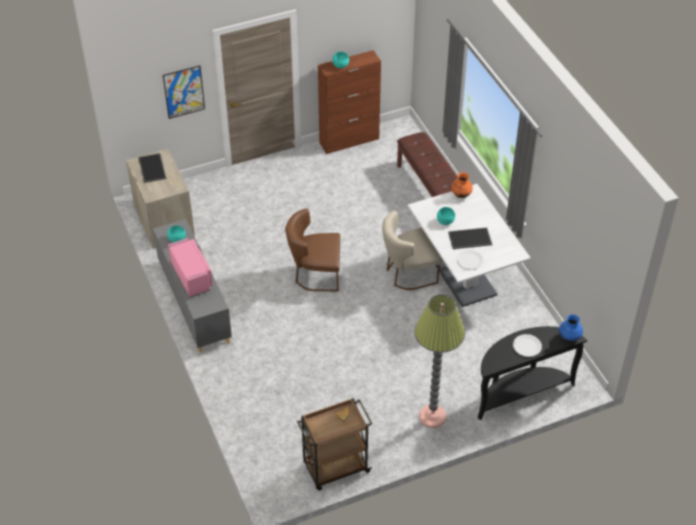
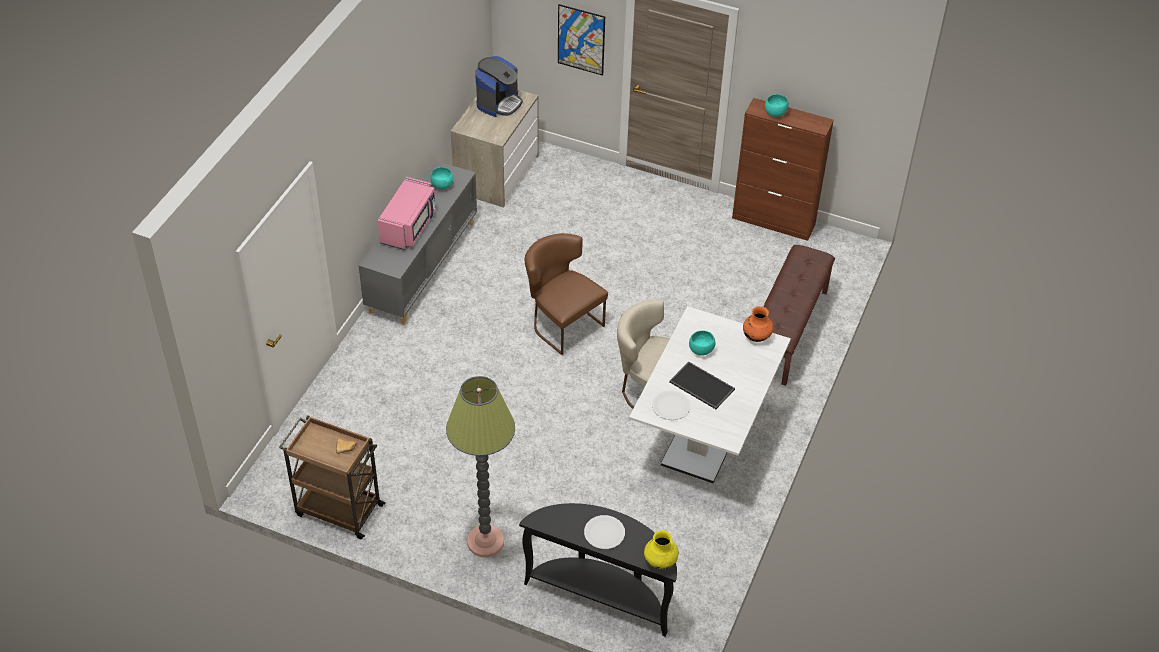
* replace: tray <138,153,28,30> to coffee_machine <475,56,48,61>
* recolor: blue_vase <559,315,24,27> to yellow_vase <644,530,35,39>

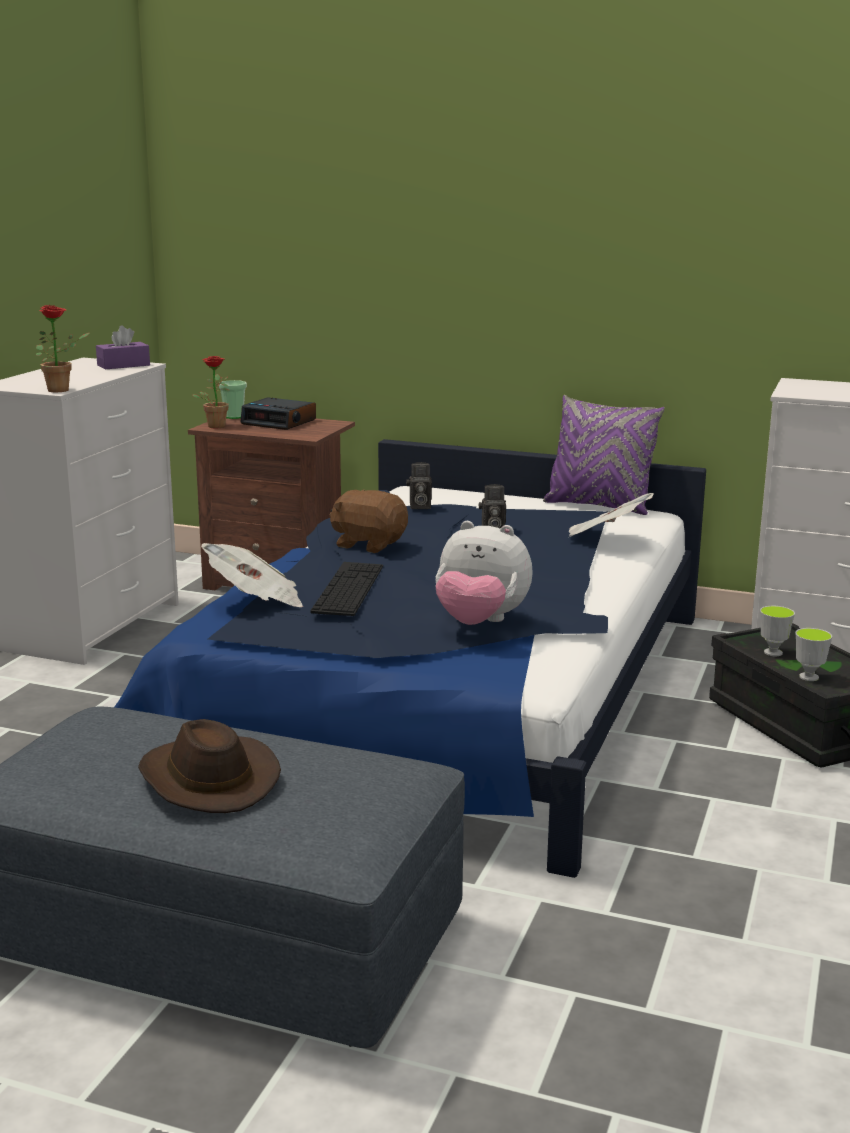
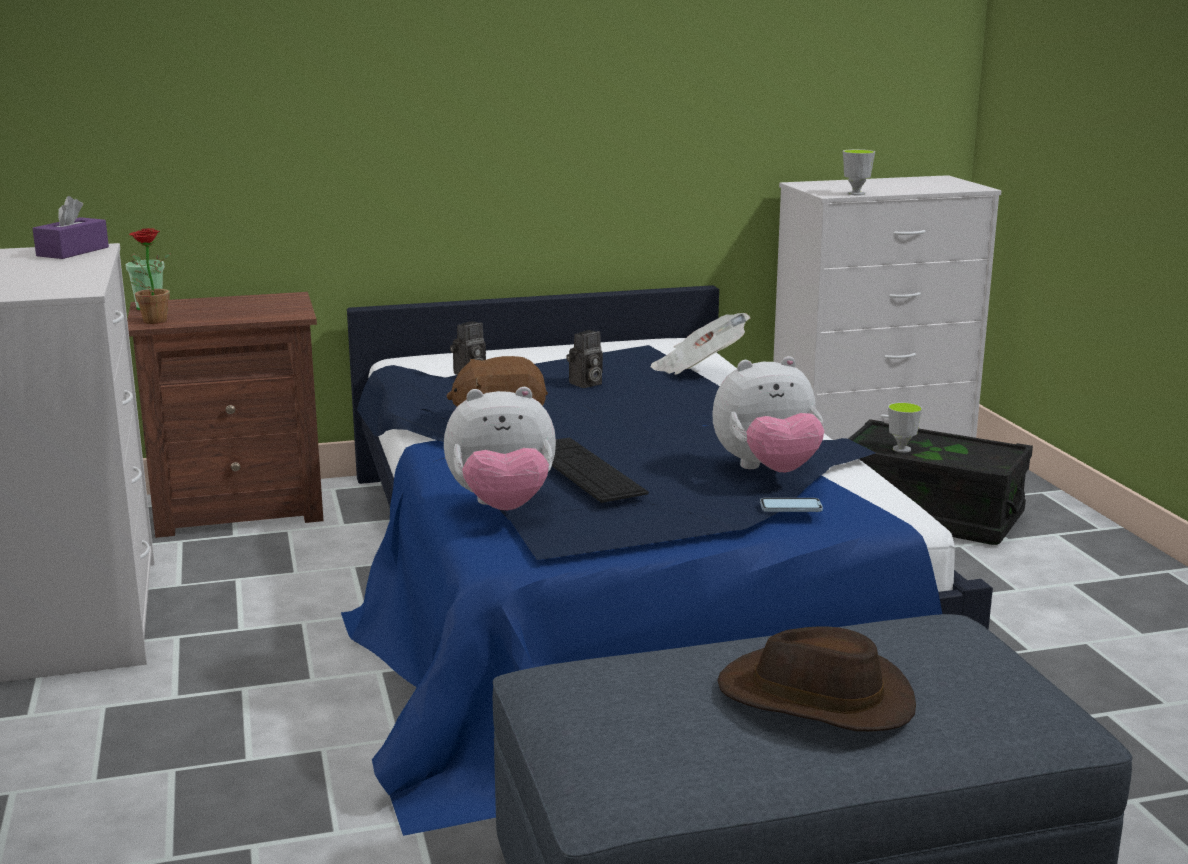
* delete: potted_plant <36,305,53,87>
* delete: purple_pillow <543,395,122,120>
* delete: alarm_clock <240,397,76,33>
* replace: newspaper <201,543,102,64> to plush_toy <444,387,112,123>
* move: cup <796,628,36,53> to <843,149,32,46>
* insert: phone <760,498,63,14>

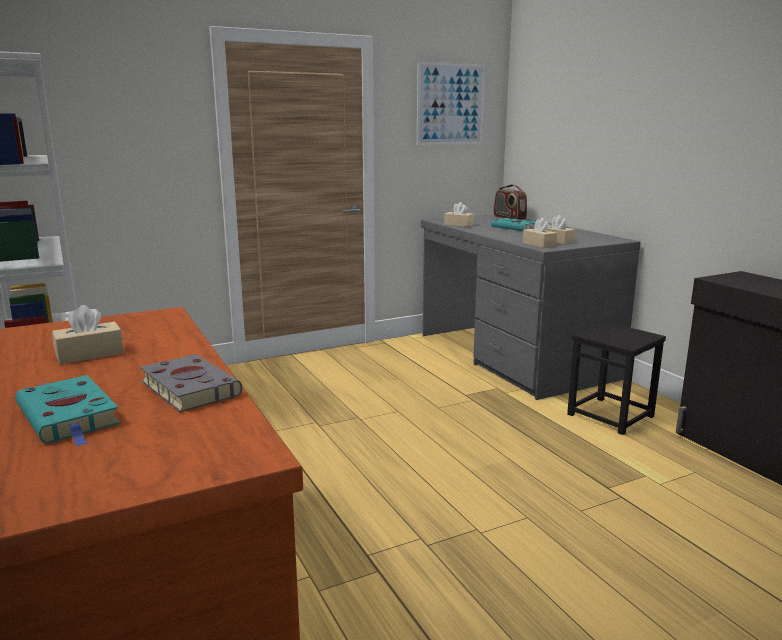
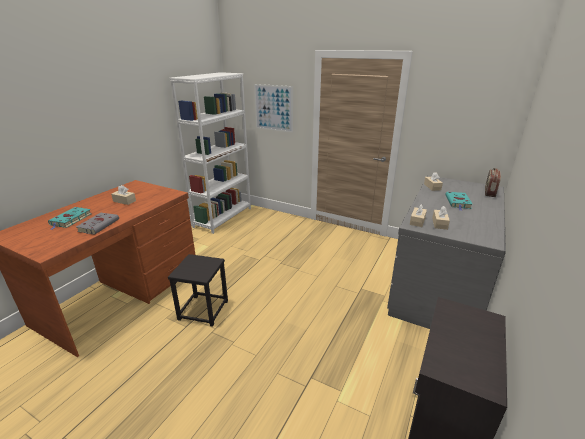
* move: picture <417,62,68,83> to <254,84,39,49>
* move: black_stool <567,322,99,113> to <168,254,60,73>

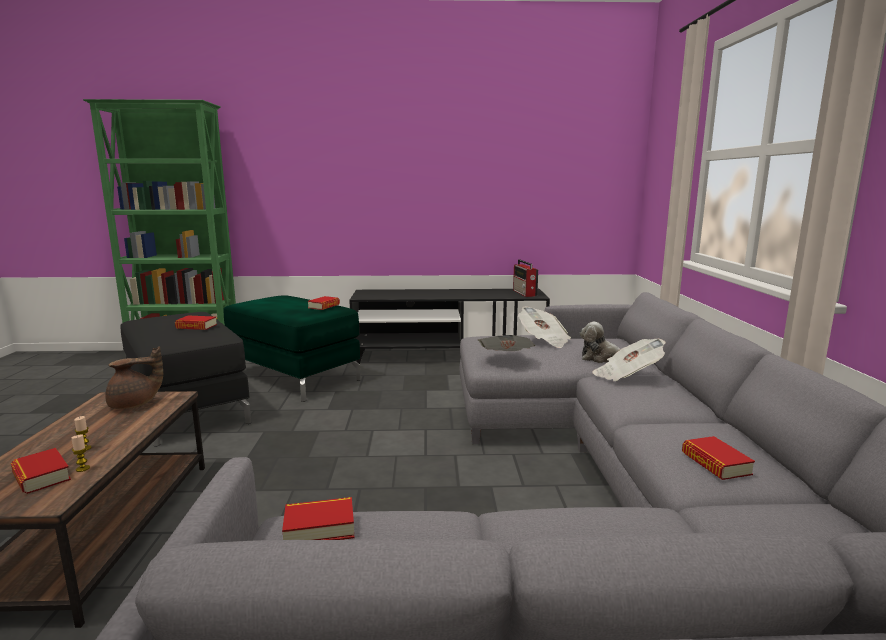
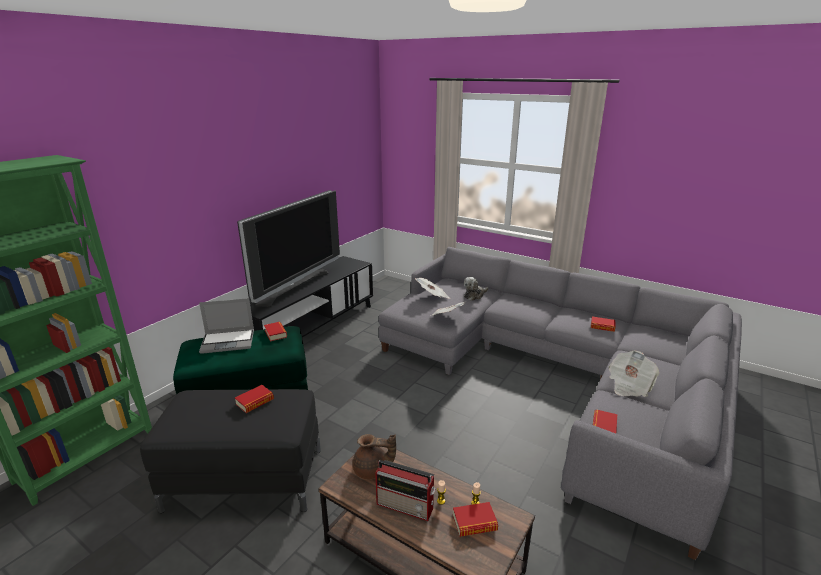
* move: radio <513,259,25,38> to <375,460,61,61>
* move: newspaper <593,339,73,42> to <608,351,51,46>
* rotate: brown_teapot <105,346,58,63> = <353,434,43,46> 90 degrees clockwise
* insert: television <237,190,103,117>
* insert: laptop <199,298,55,56>

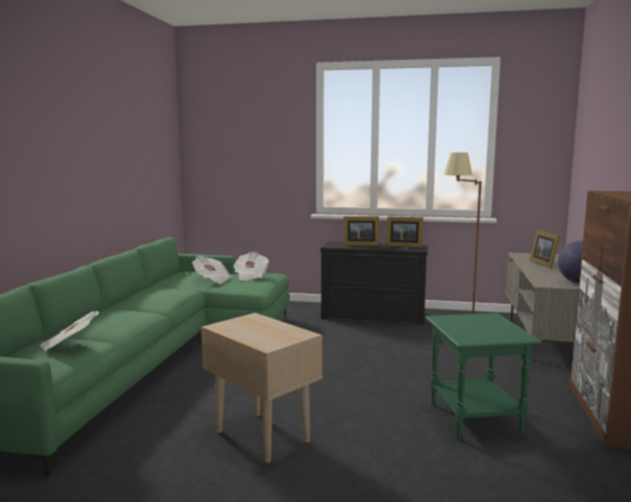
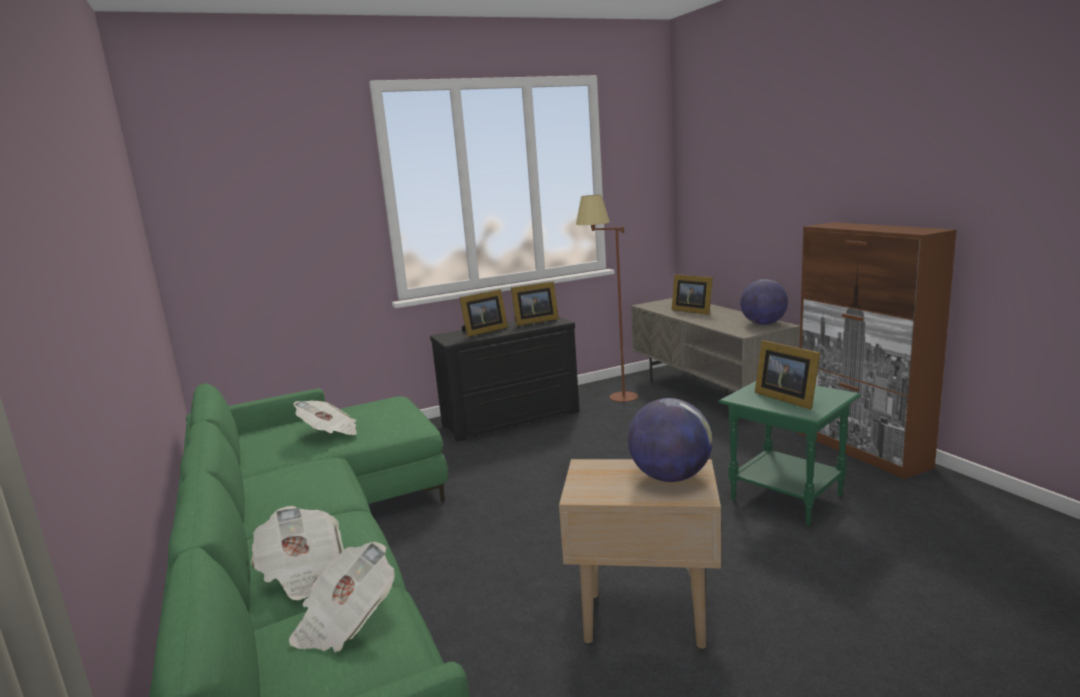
* move: newspaper <233,252,36,29> to <251,506,93,94>
* insert: picture_frame <755,340,65,70>
* insert: globe <628,398,84,84>

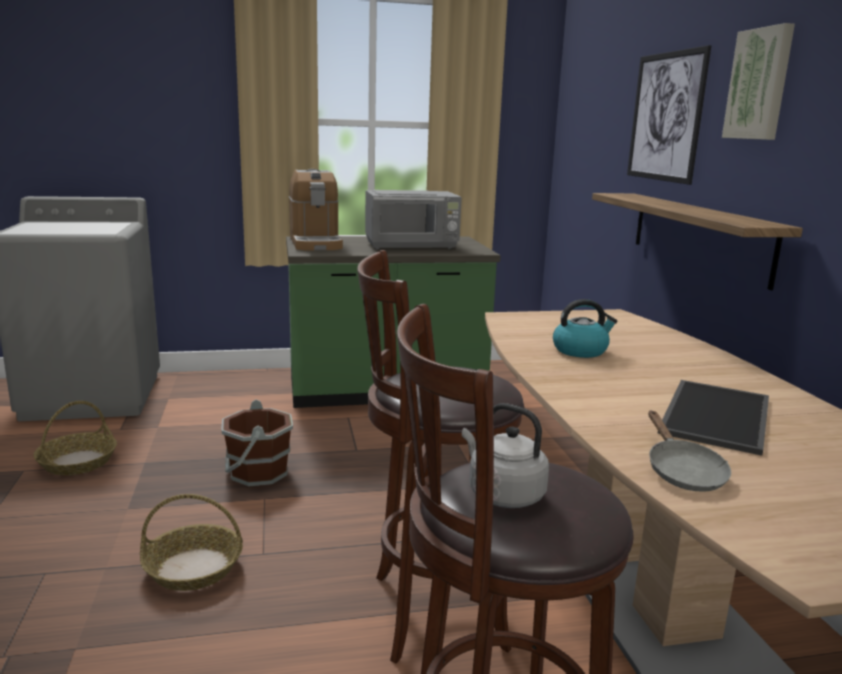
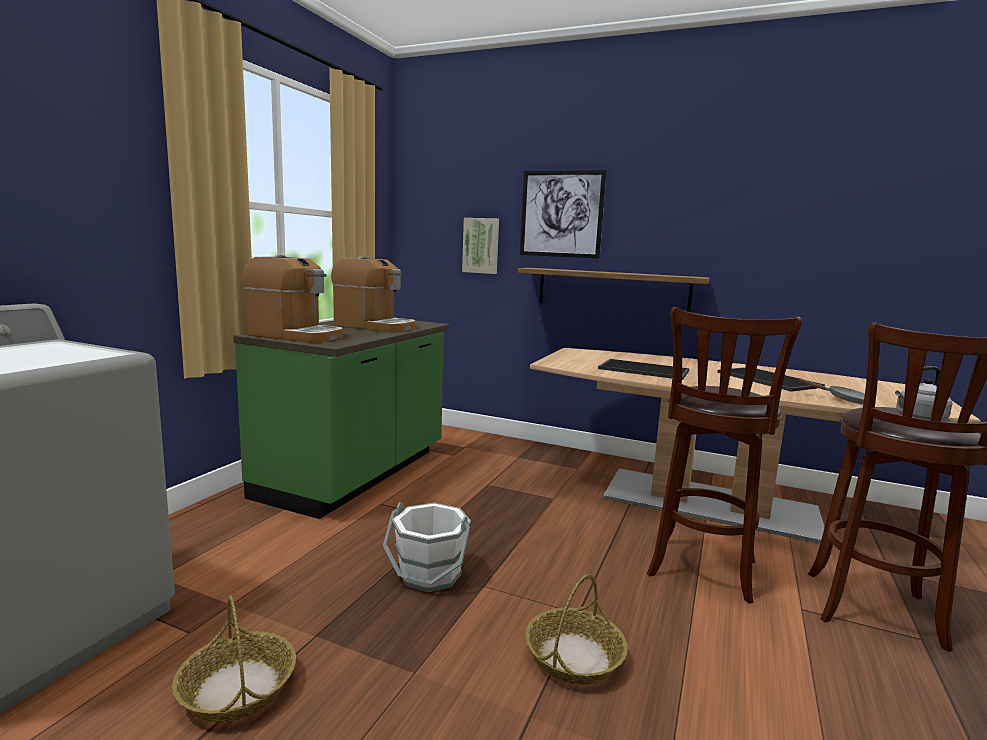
* move: picture <722,23,73,117> to <462,218,37,56>
* replace: grey_microwave <365,190,97,59> to coffee_machine <331,257,85,75>
* replace: kettle <553,299,64,59> to tray <598,359,91,21>
* recolor: brown_bucket <221,399,72,88> to white_bucket <383,502,88,91>

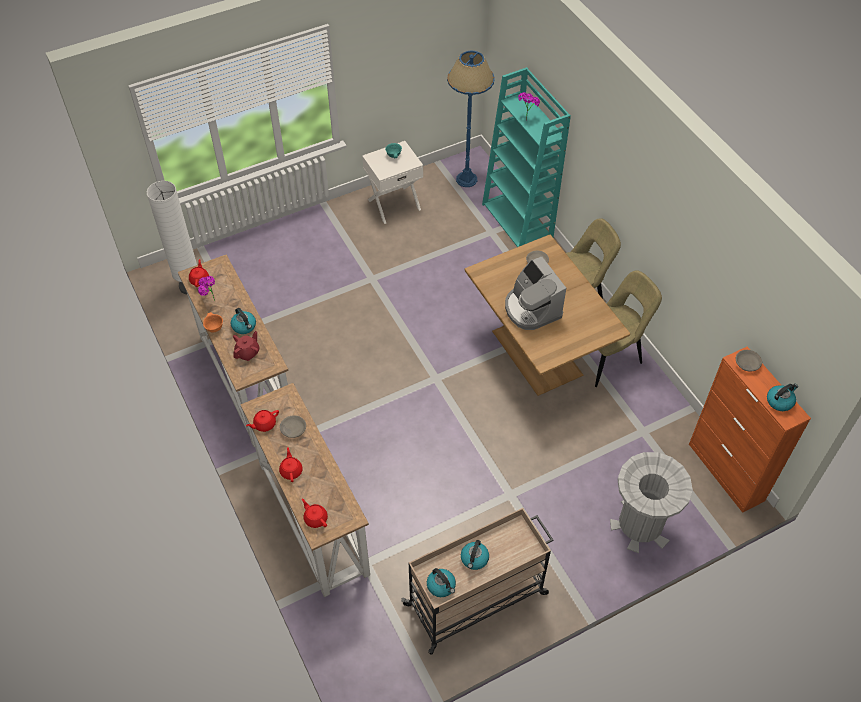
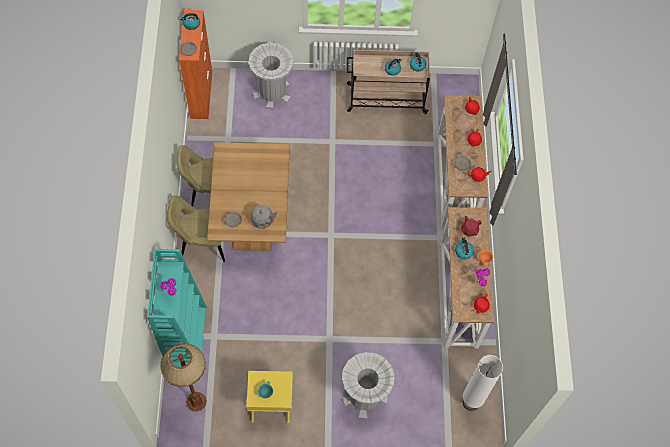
* recolor: blue_floor_lamp <447,51,48,136> to brown_floor_lamp <160,343,47,69>
* recolor: white_nightstand <362,141,61,83> to yellow_nightstand <246,371,47,52>
* delete: coffee_machine <505,257,61,73>
* insert: grey_kettle <251,205,26,24>
* insert: grey_trash_can <342,352,53,67>

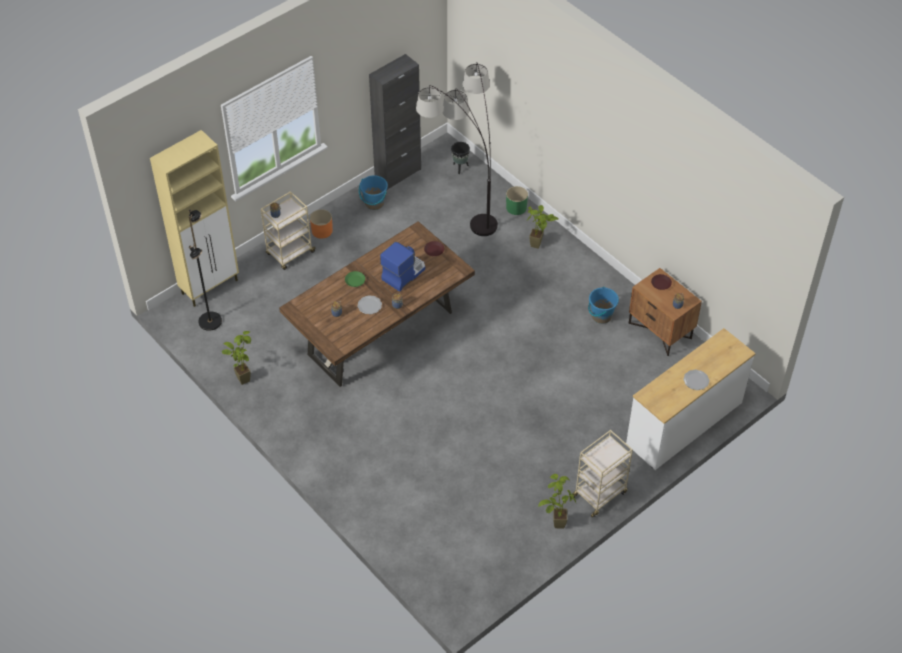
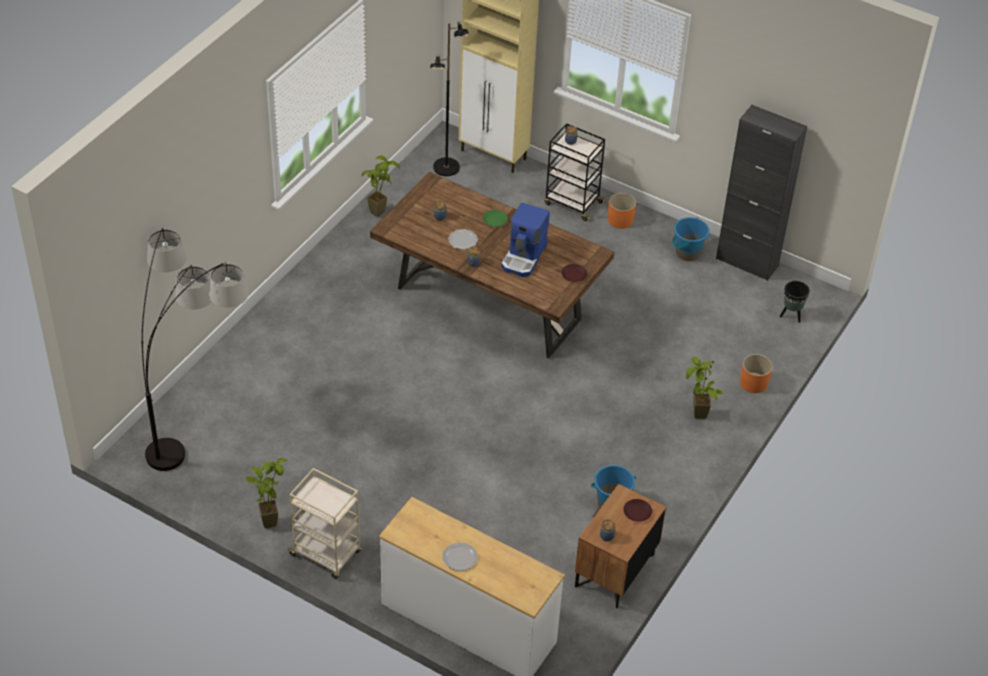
* move: floor_lamp <416,62,82,174> to <141,228,108,243>
* recolor: green_planter <506,186,22,29> to orange_planter <740,354,33,39>
* recolor: beige_cart <261,191,56,79> to black_cart <544,123,61,98>
* rotate: coffee_machine <380,242,45,49> = <501,202,49,75> 90 degrees clockwise

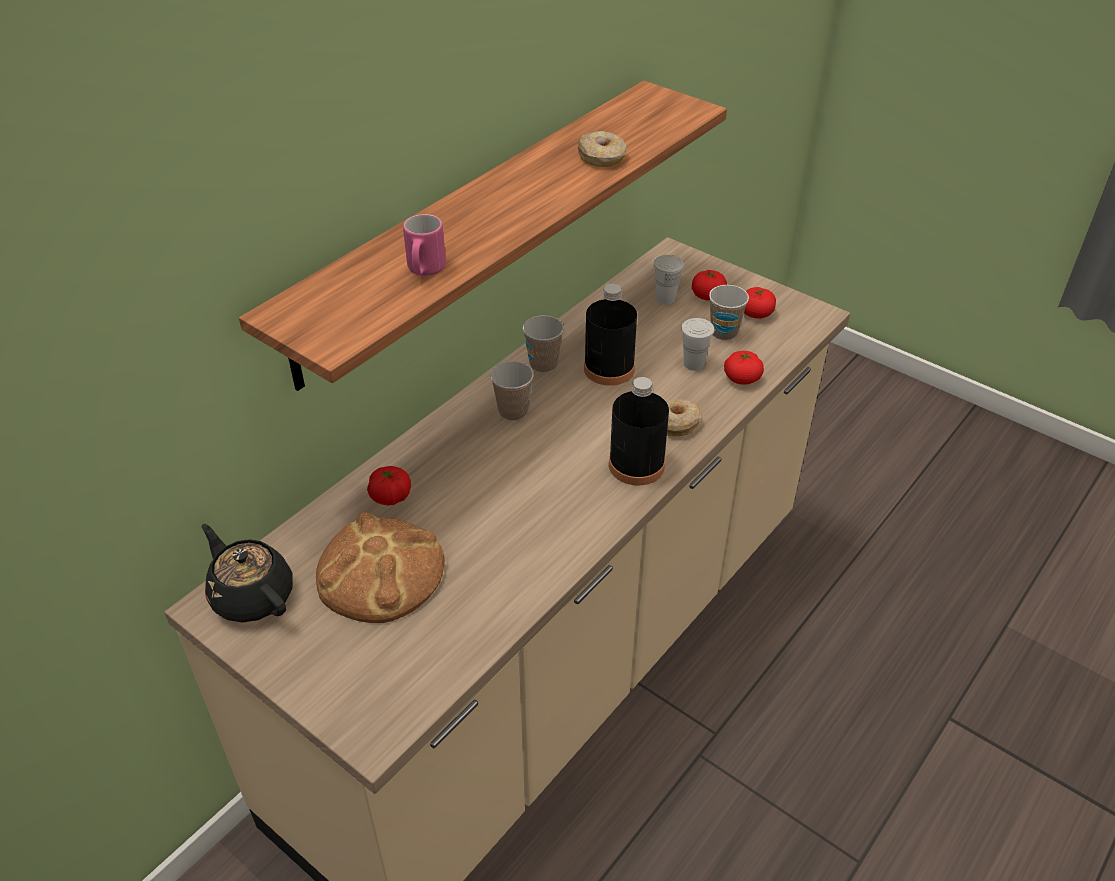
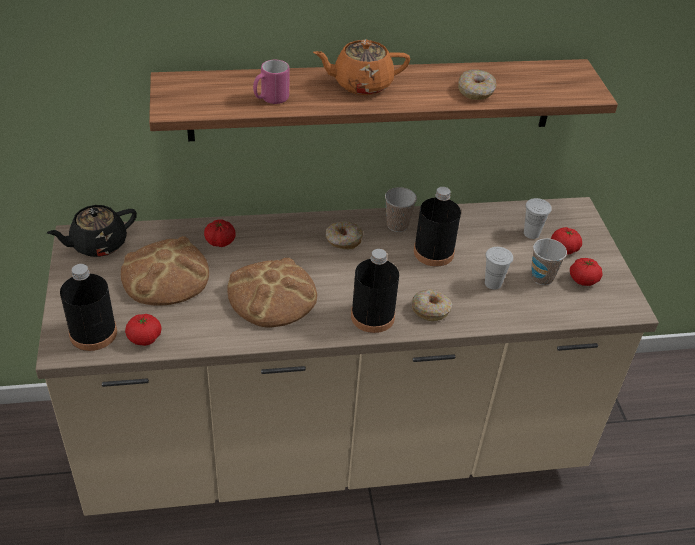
* move: tomato <724,351,40,34> to <125,314,37,32>
* replace: cup <490,361,44,60> to donut <326,221,37,29>
* rotate: black_teapot <201,524,92,99> = <47,205,90,52> 120 degrees counterclockwise
* insert: orange_teapot <313,40,97,55>
* insert: bread <228,257,89,71>
* insert: black_bottle <60,264,57,87>

